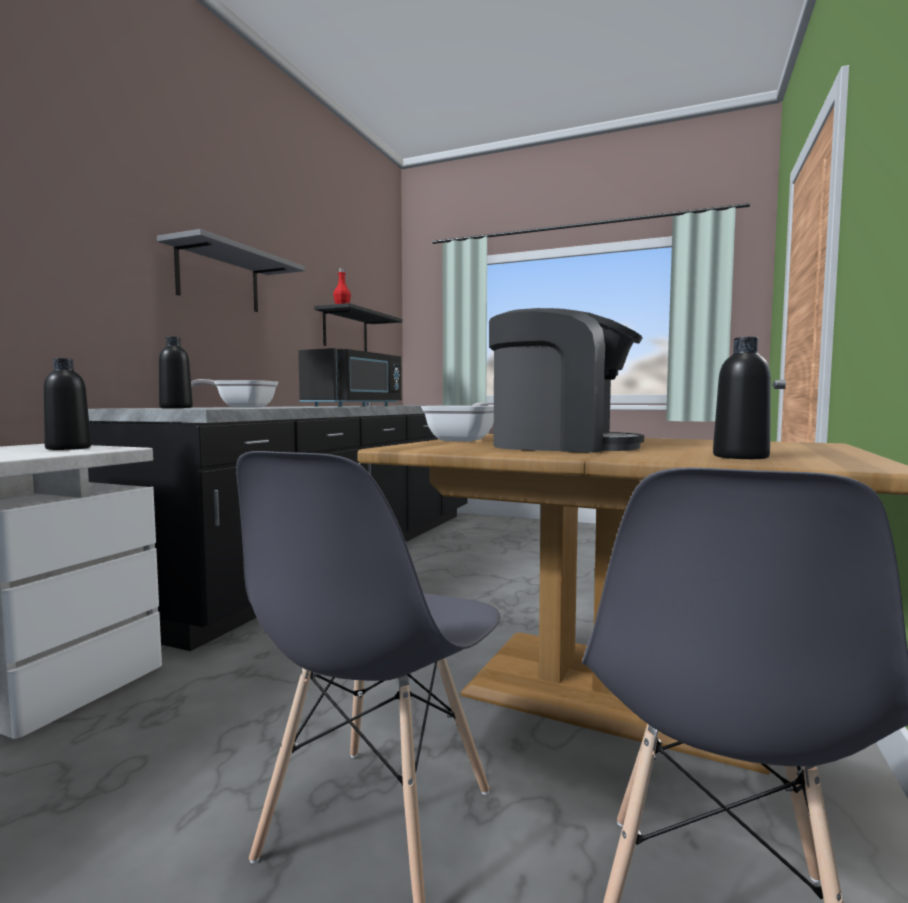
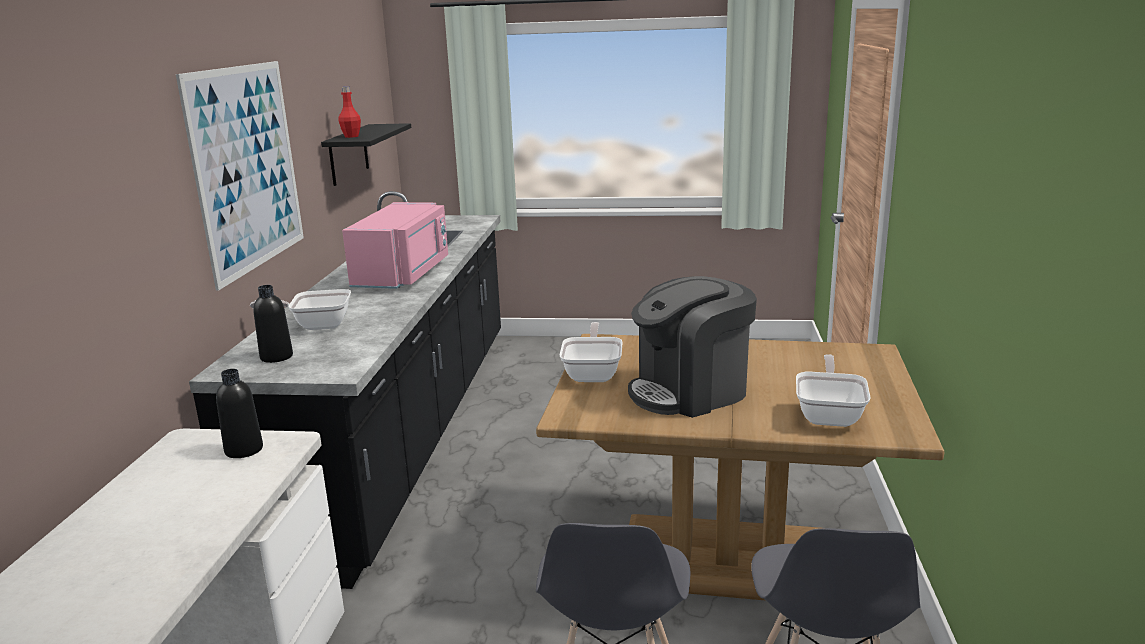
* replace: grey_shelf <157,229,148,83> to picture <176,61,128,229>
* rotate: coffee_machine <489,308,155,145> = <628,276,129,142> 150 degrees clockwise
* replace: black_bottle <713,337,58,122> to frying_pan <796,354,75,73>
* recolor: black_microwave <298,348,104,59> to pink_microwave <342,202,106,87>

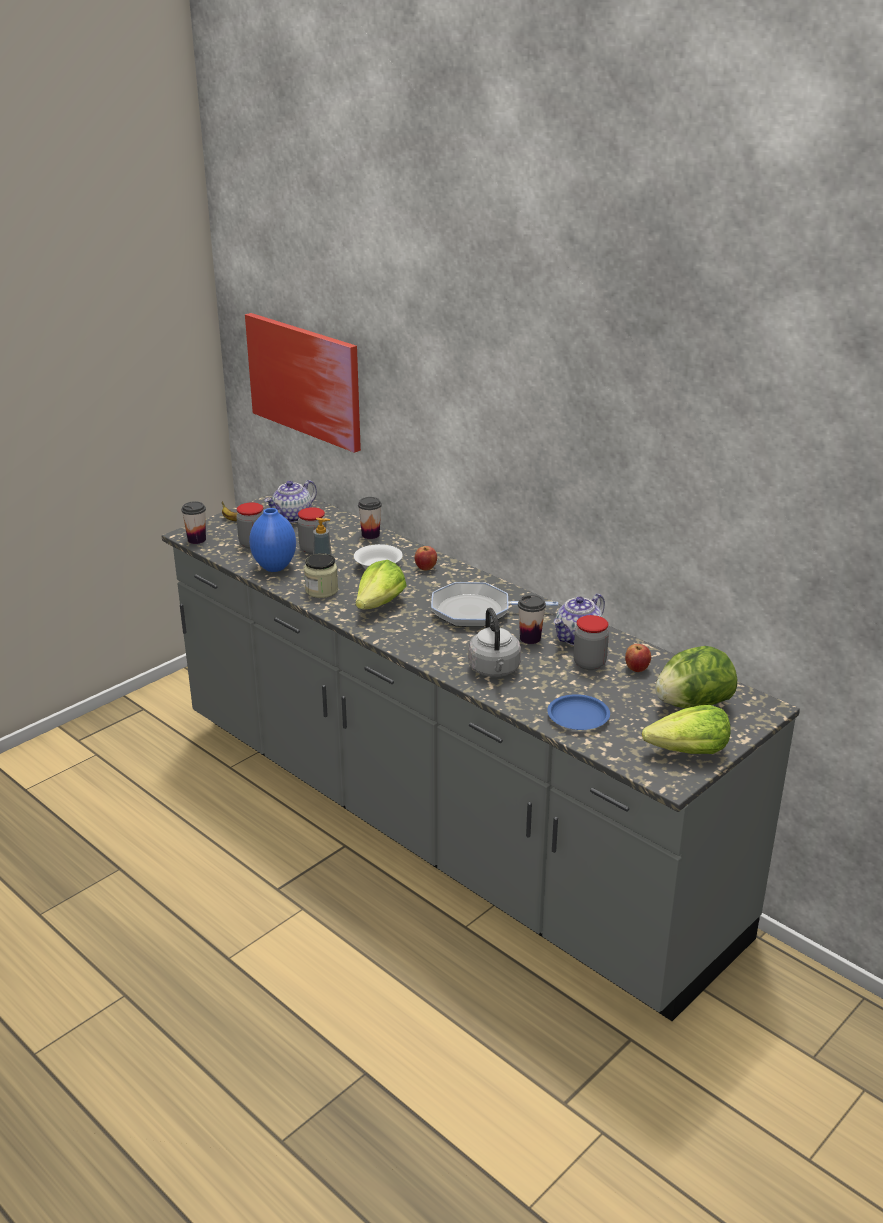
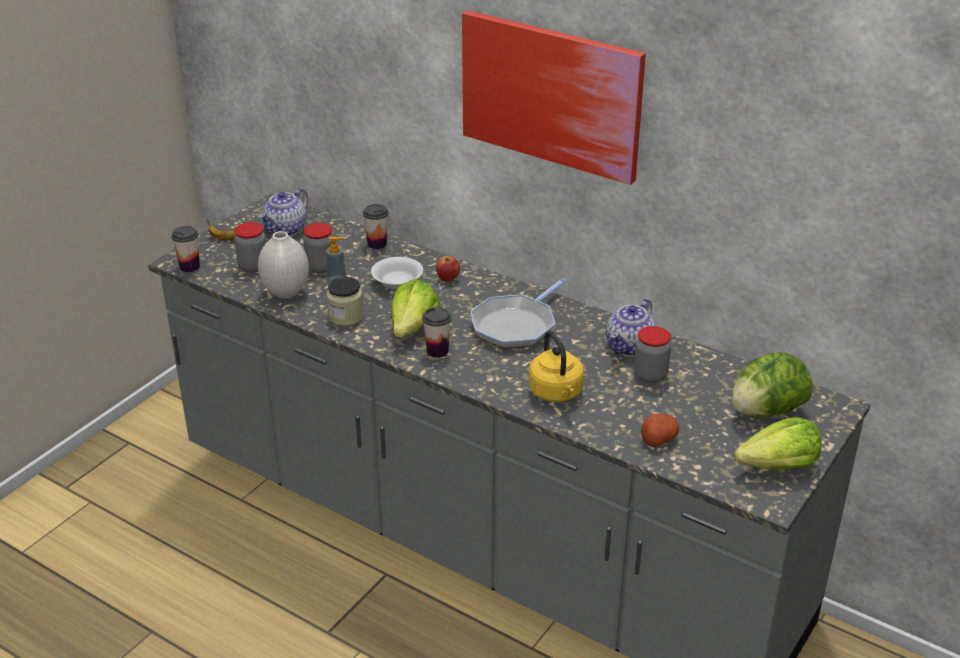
* move: picture <245,313,116,140> to <462,11,184,174>
* recolor: blue_vase <249,508,47,64> to white_vase <258,231,51,68>
* rotate: frying_pan <431,582,127,45> = <471,278,95,70> 45 degrees counterclockwise
* move: cup <518,595,28,49> to <422,307,30,51>
* recolor: grey_kettle <468,608,53,69> to yellow_kettle <529,330,55,72>
* delete: apple <625,644,26,28>
* replace: blue_plate <547,694,63,36> to potato <641,413,38,34>

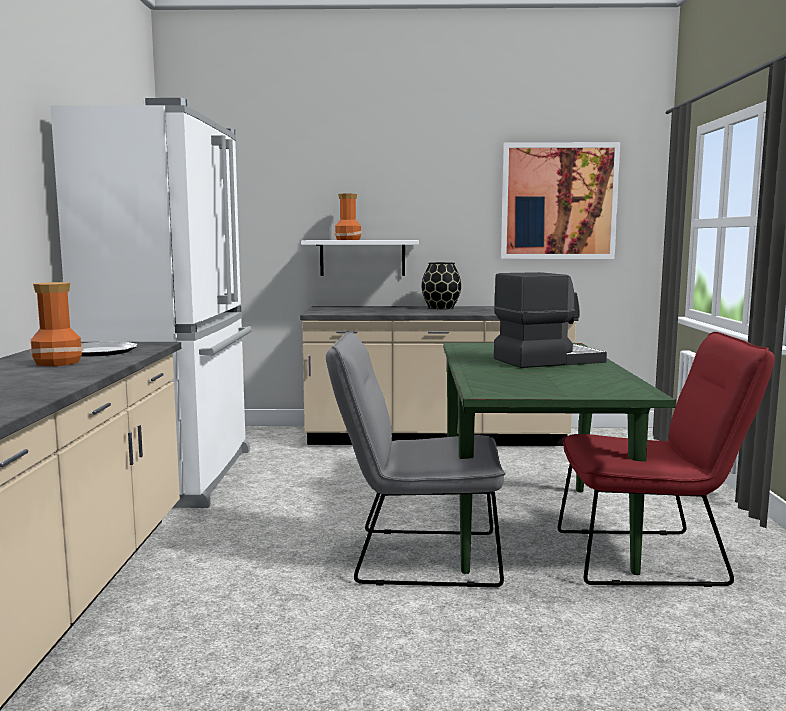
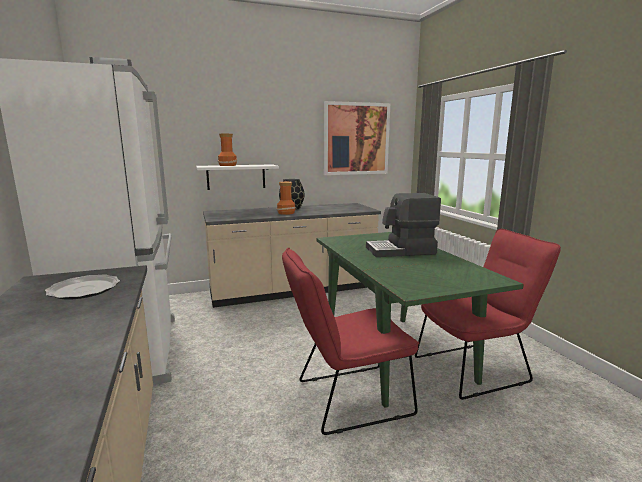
* rotate: coffee_machine <494,272,113,96> = <366,193,75,64> 150 degrees counterclockwise
* move: vase <29,282,54,84> to <277,182,19,33>
* recolor: grey_chair <326,331,180,256> to red_chair <282,248,138,187>

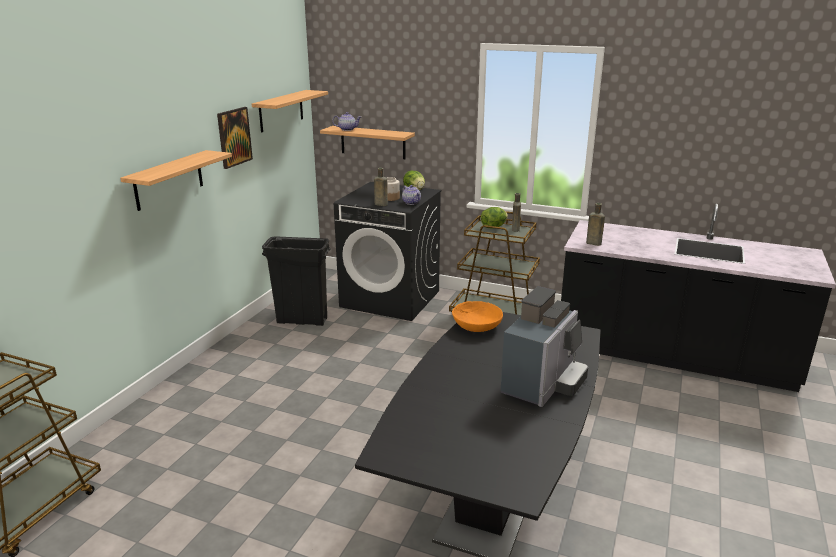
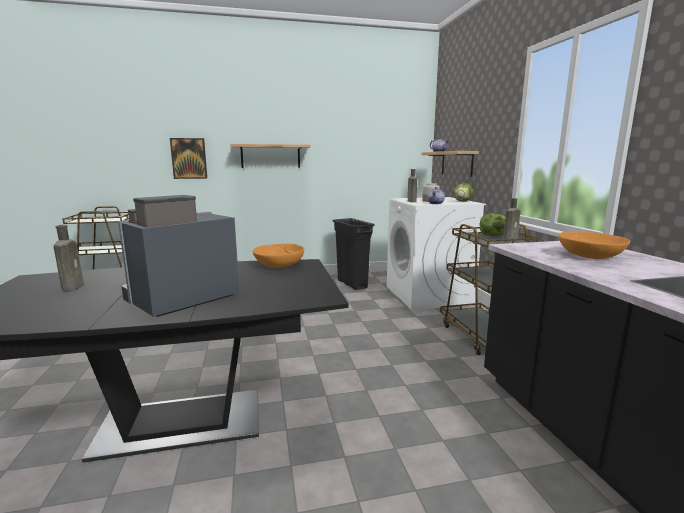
* delete: shelf <252,90,76,42>
* move: picture <217,107,36,62> to <170,138,37,41>
* recolor: black_washing_machine <334,182,107,139> to white_washing_machine <387,197,99,113>
* move: brown_bottle <586,203,19,43> to <54,225,30,67>
* rotate: coffee_machine <500,286,88,121> = <118,195,122,122> 135 degrees clockwise
* insert: orange_bowl <558,232,72,27>

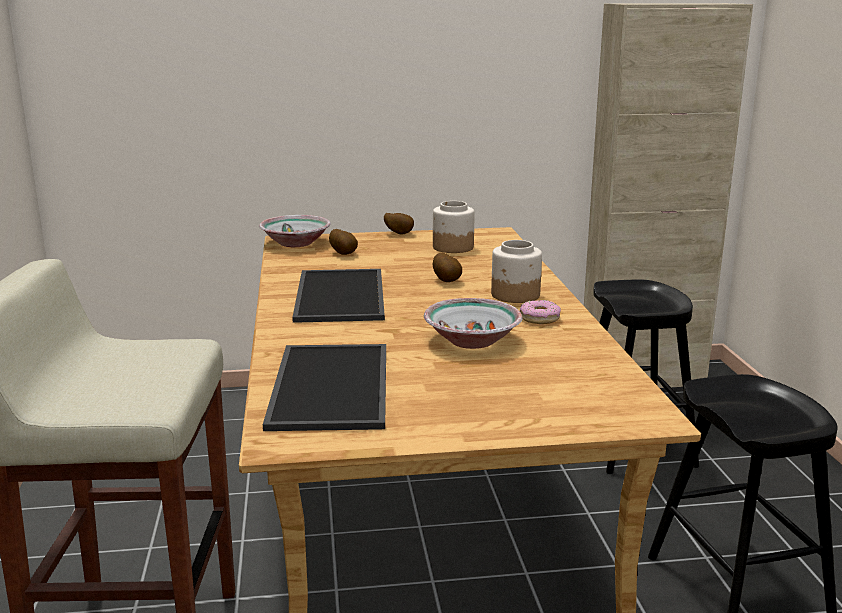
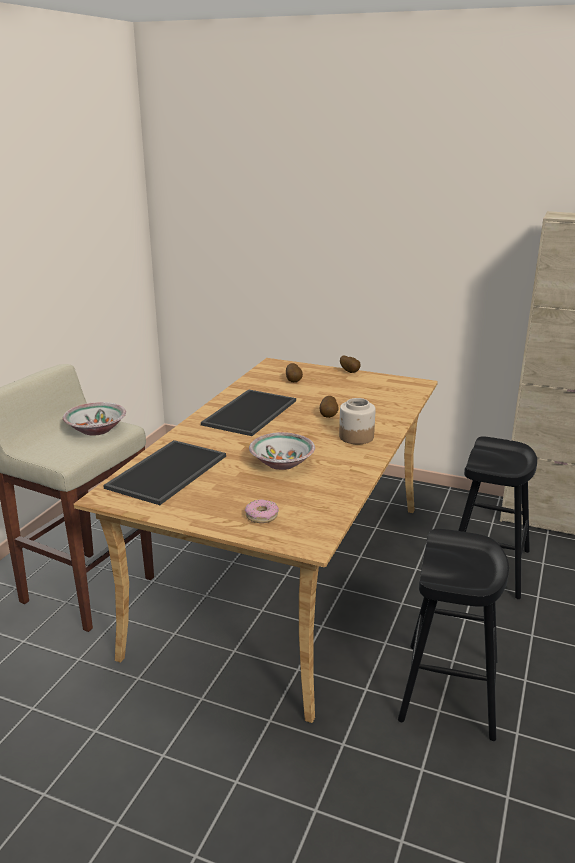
* delete: jar <433,201,42,52>
* move: bowl <259,215,72,32> to <63,402,63,34>
* move: donut <520,300,41,24> to <245,499,34,24>

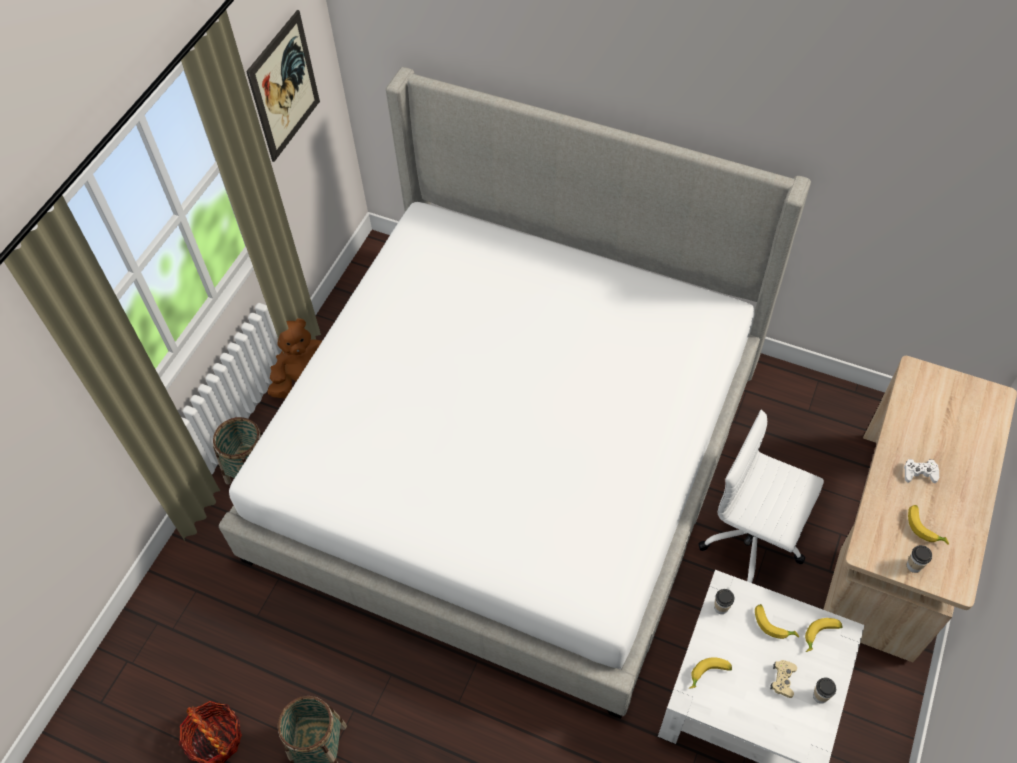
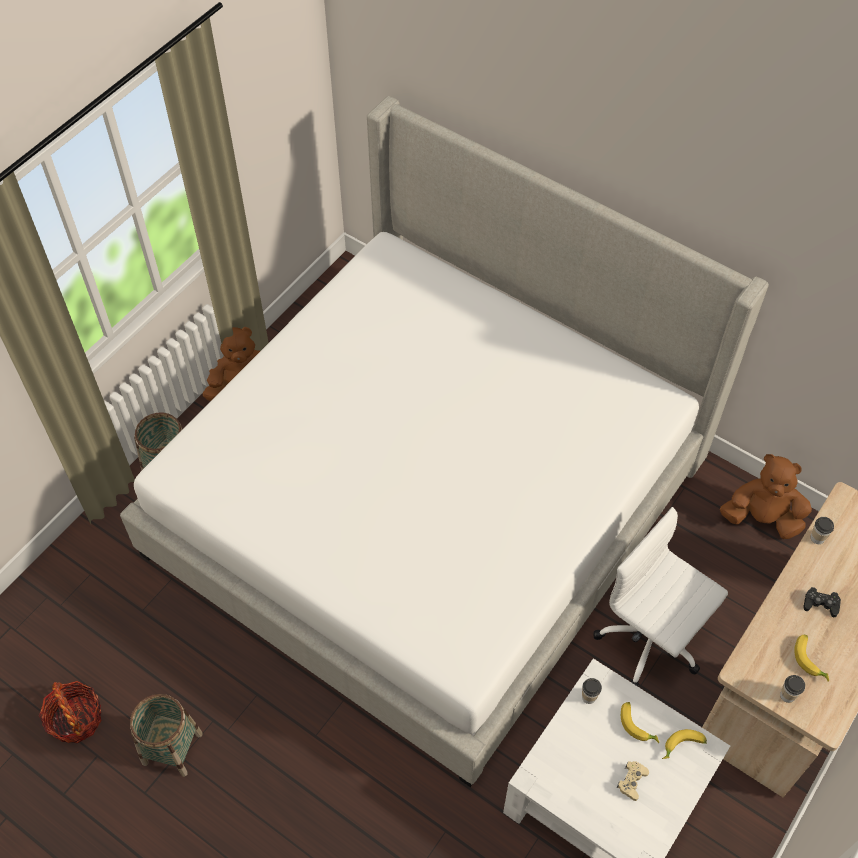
* delete: picture <246,10,74,152>
* recolor: white_game_controller <904,459,35,24> to black_game_controller <803,587,38,30>
* delete: banana <688,657,44,32>
* move: cup <813,678,23,26> to <811,517,23,27>
* insert: brown_plush_toy <720,454,92,85>

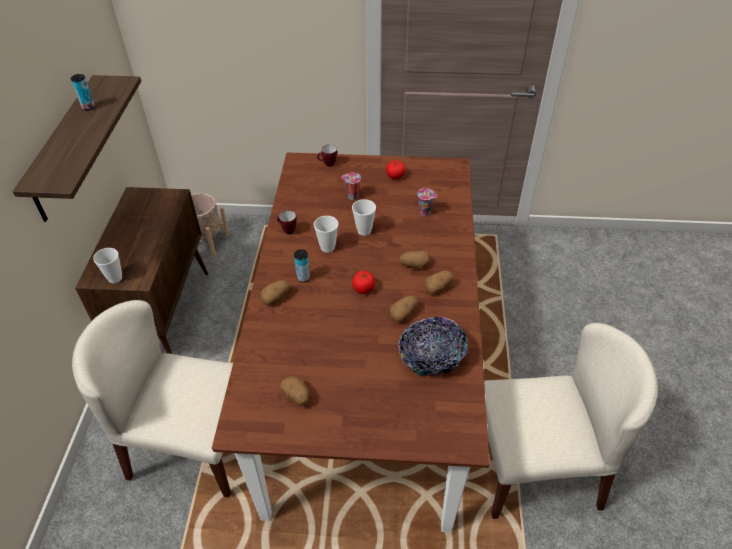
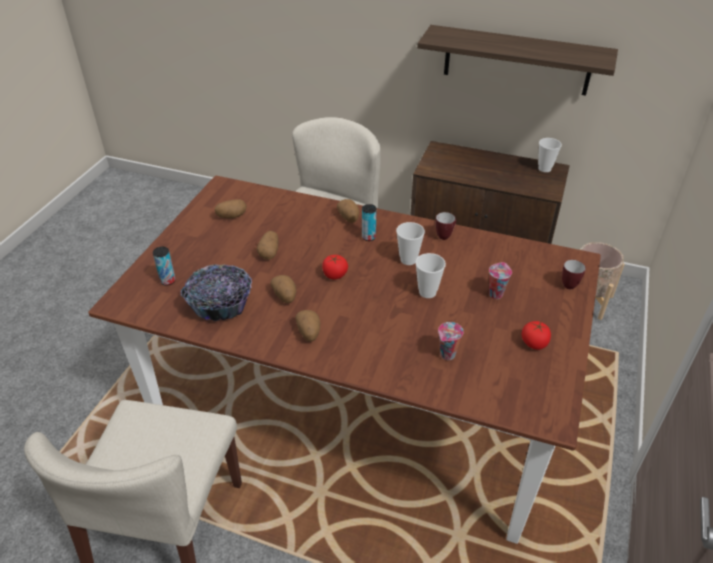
* move: can <71,74,24,36> to <153,247,23,39>
* move: cup <93,248,29,35> to <538,138,24,34>
* move: potato <399,251,31,17> to <257,231,22,29>

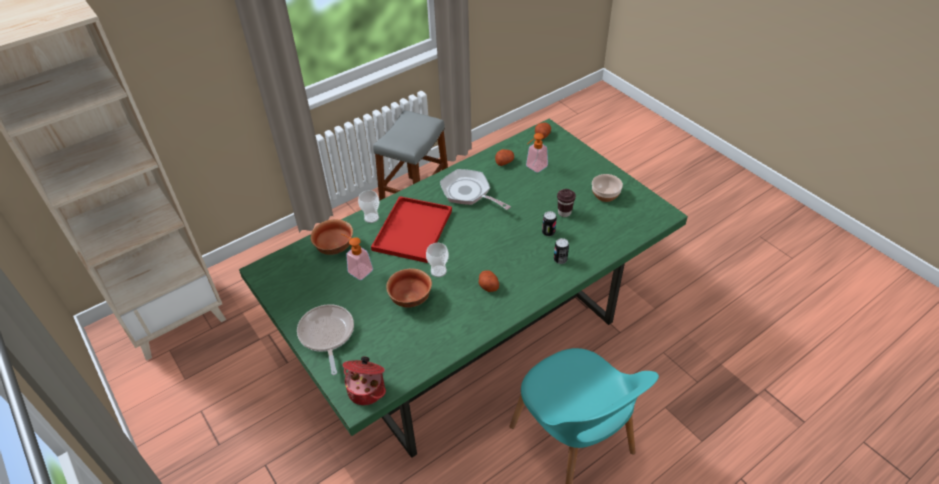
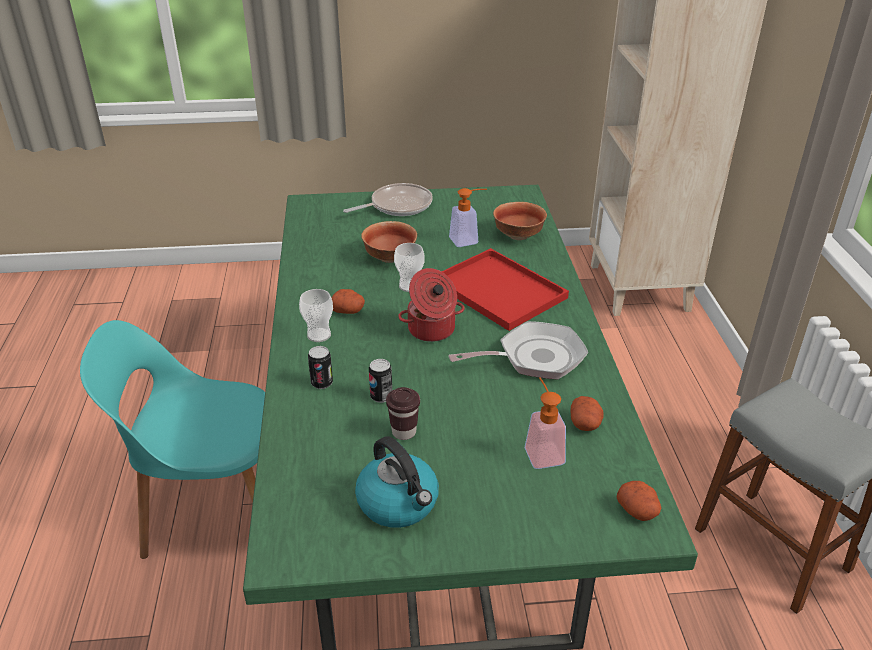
* replace: bowl <592,174,31,28> to kettle <355,436,84,92>
* move: cup <358,190,22,33> to <299,289,34,53>
* rotate: frying_pan <297,304,57,71> = <343,183,90,33> 45 degrees counterclockwise
* move: cooking_pot <342,356,44,49> to <398,268,66,74>

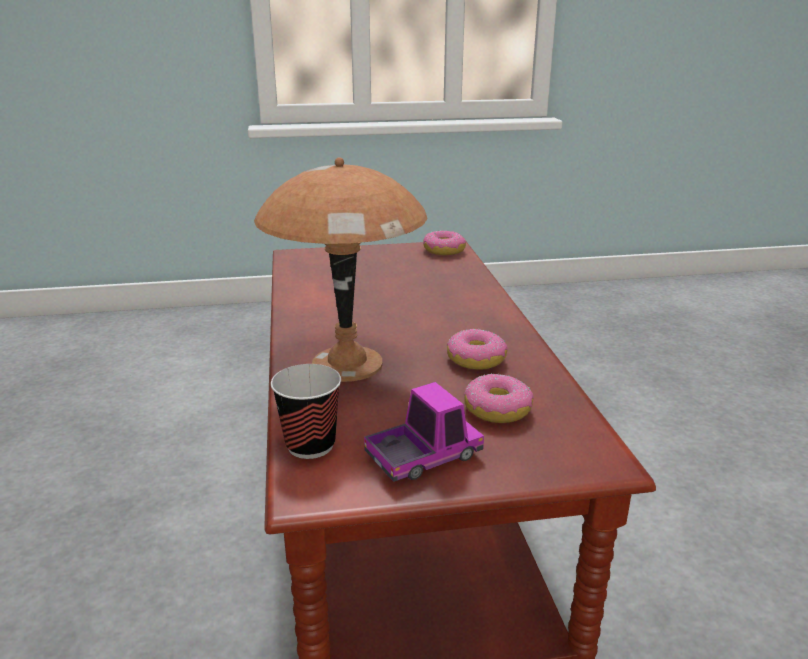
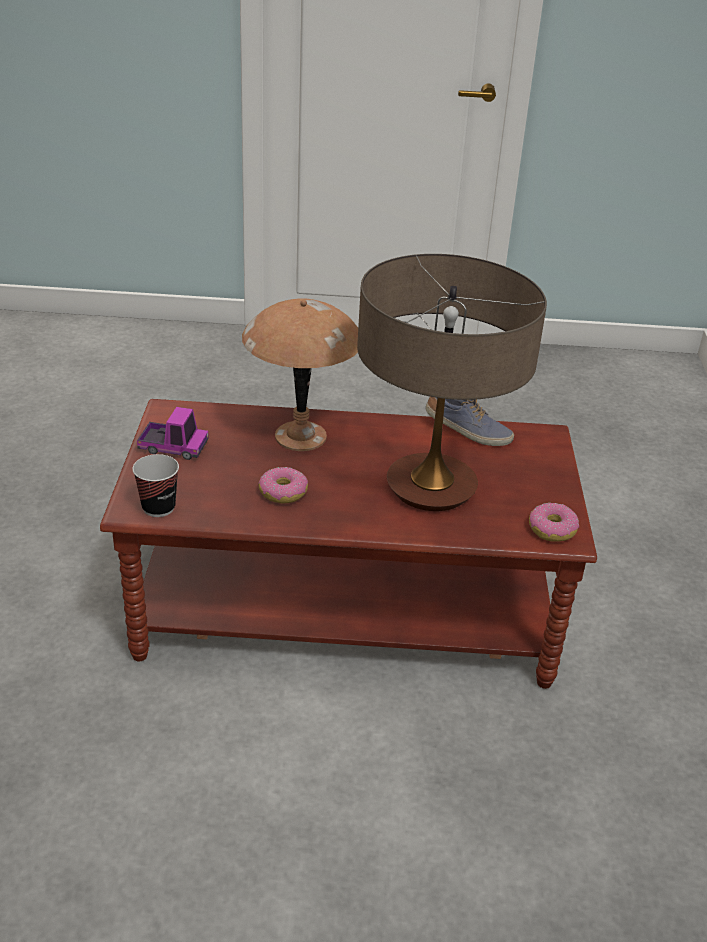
* move: cup <271,364,70,95> to <132,454,47,63>
* delete: donut <464,374,70,49>
* rotate: toy_truck <364,382,120,100> = <137,407,72,53> 60 degrees counterclockwise
* insert: table_lamp <357,254,190,257>
* insert: shoe <425,397,89,49>

